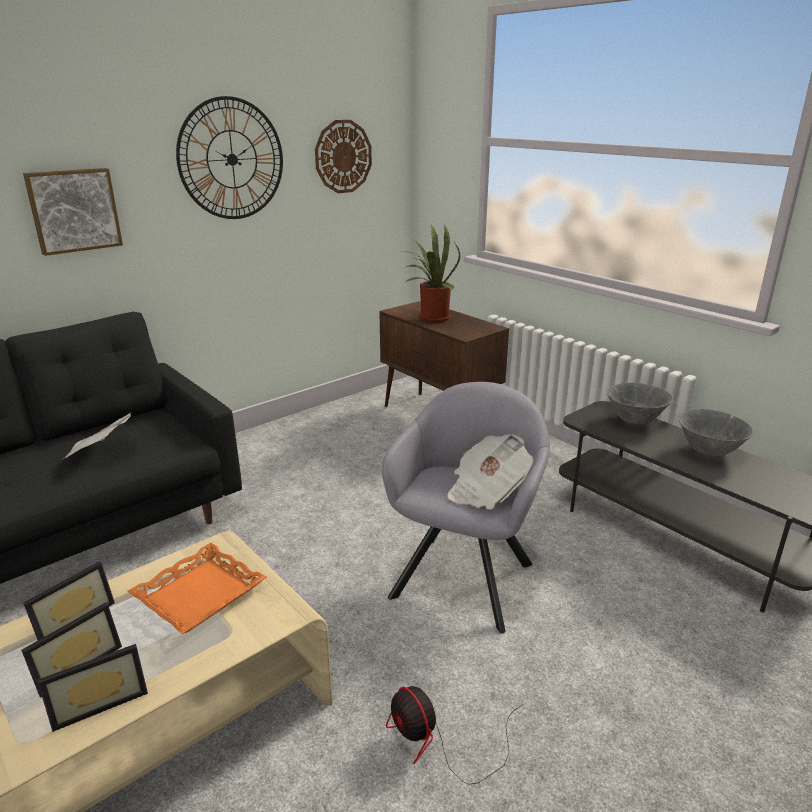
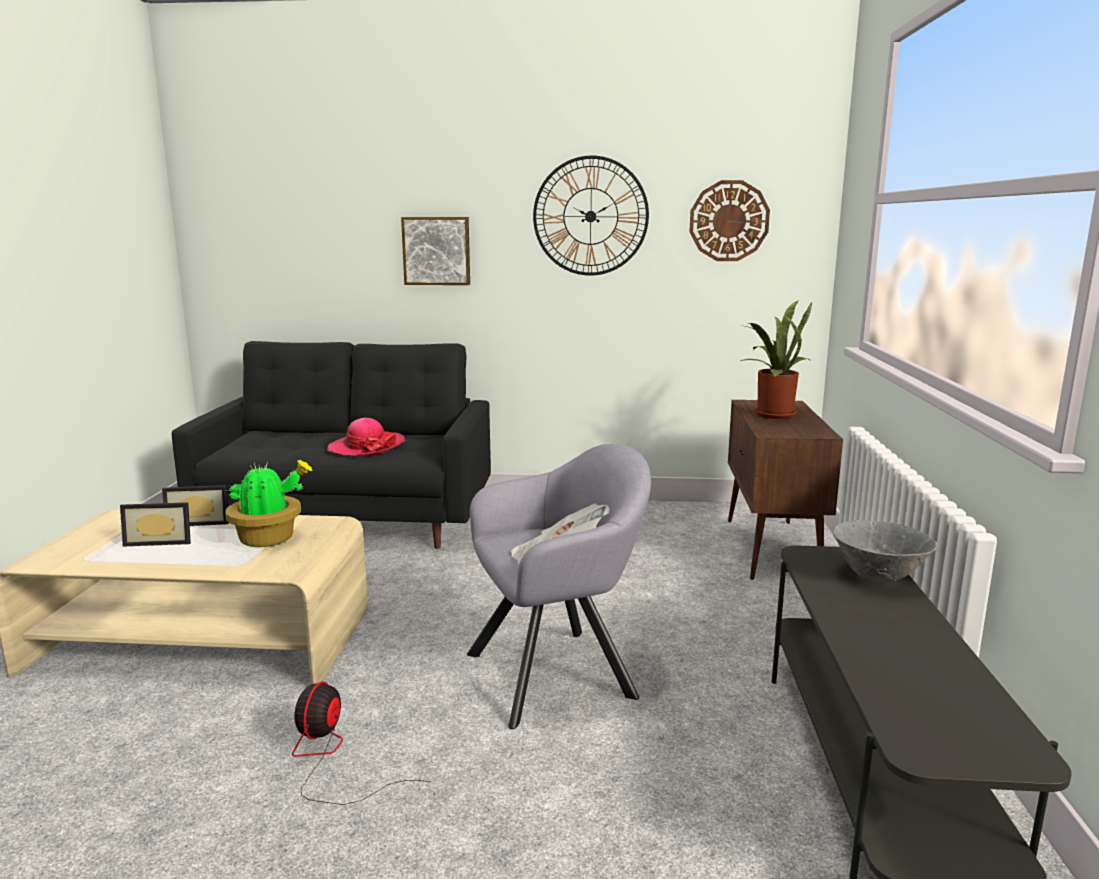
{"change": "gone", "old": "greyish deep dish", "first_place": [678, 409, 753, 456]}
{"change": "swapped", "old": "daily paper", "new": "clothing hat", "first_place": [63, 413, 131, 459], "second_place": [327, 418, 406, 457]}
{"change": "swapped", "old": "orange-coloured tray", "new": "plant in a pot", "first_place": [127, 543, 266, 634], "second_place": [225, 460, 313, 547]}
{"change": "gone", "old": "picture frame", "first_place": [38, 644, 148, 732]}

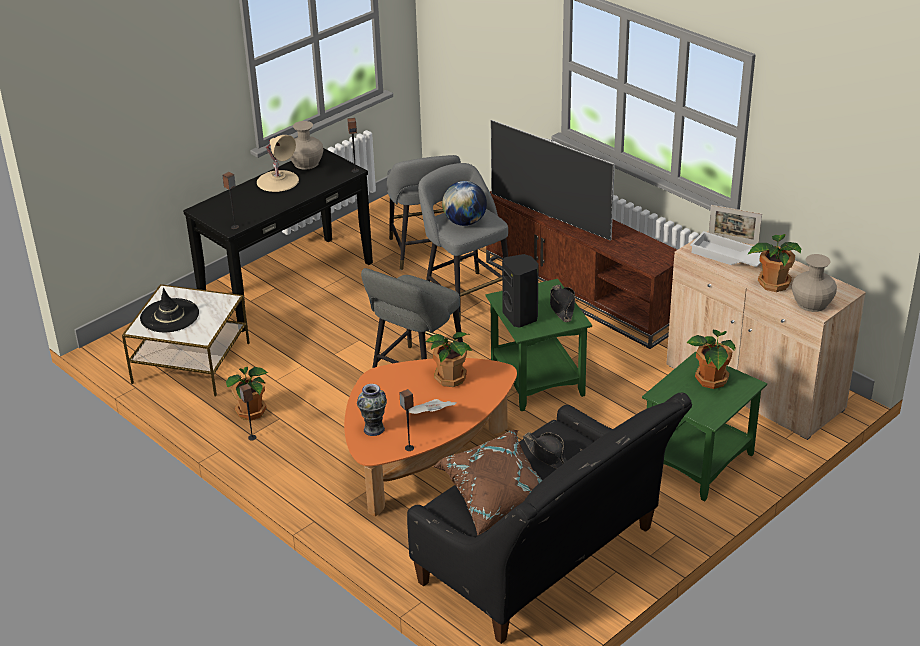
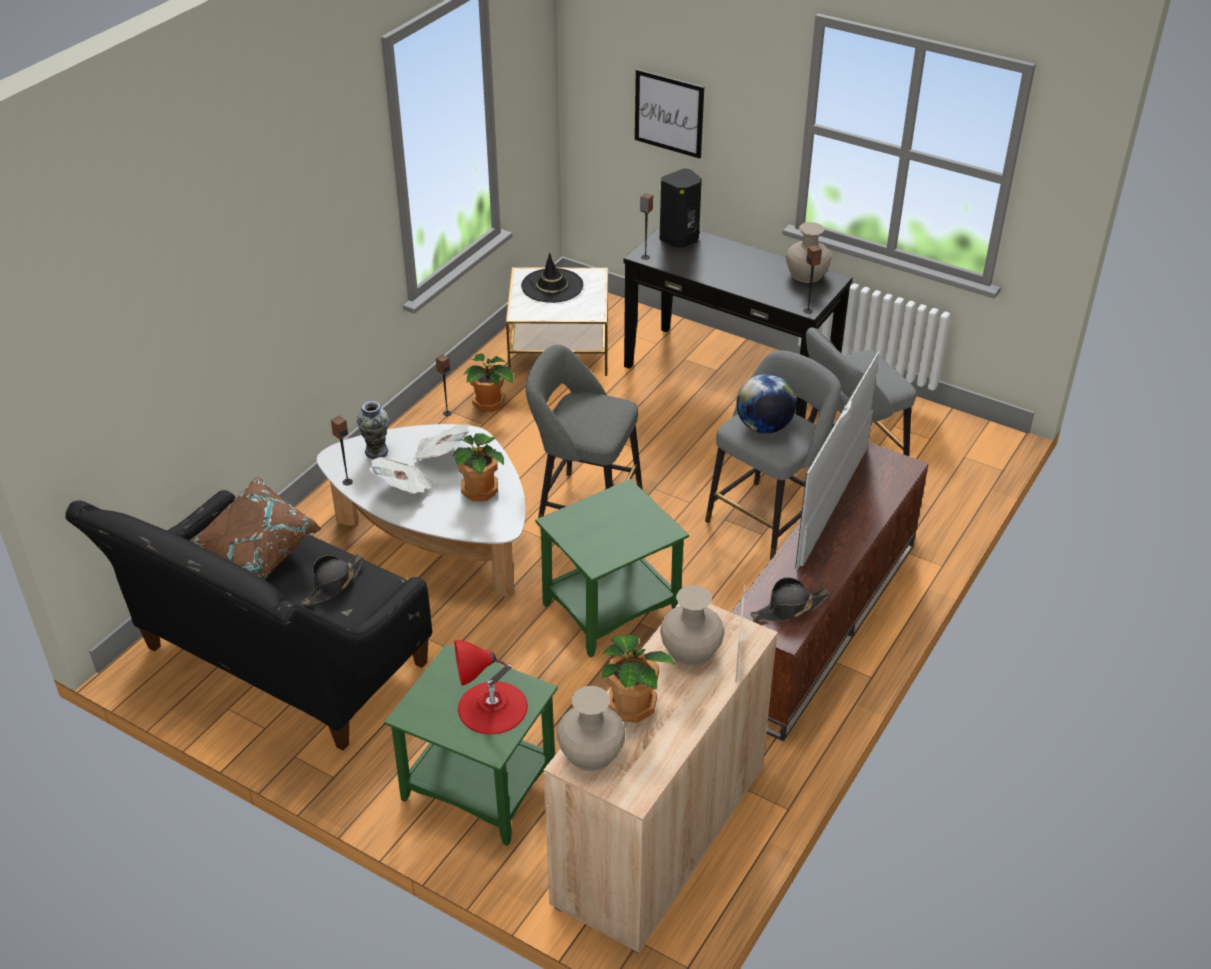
{"change": "gone", "old": "sand-coloured lamp for a table", "first_place": [257, 135, 299, 192]}
{"change": "swapped", "old": "white tray", "new": "sand-coloured flower vase", "first_place": [690, 231, 761, 267], "second_place": [660, 585, 724, 666]}
{"change": "shifted", "old": "blackish speaker", "first_place": [502, 254, 538, 327], "second_place": [660, 168, 702, 248]}
{"change": "shifted", "old": "blackish clothing hat", "first_place": [550, 285, 575, 322], "second_place": [750, 577, 829, 621]}
{"change": "swapped", "old": "plant in a pot", "new": "red-coloured lamp for a table", "first_place": [687, 330, 736, 389], "second_place": [454, 640, 528, 735]}
{"change": "repainted", "old": "orange-coloured low table", "new": "white low table", "first_place": [344, 358, 517, 516], "second_place": [317, 424, 526, 597]}
{"change": "new", "new": "picture", "second_place": [635, 69, 704, 159]}
{"change": "new", "new": "daily paper", "second_place": [413, 424, 469, 460]}

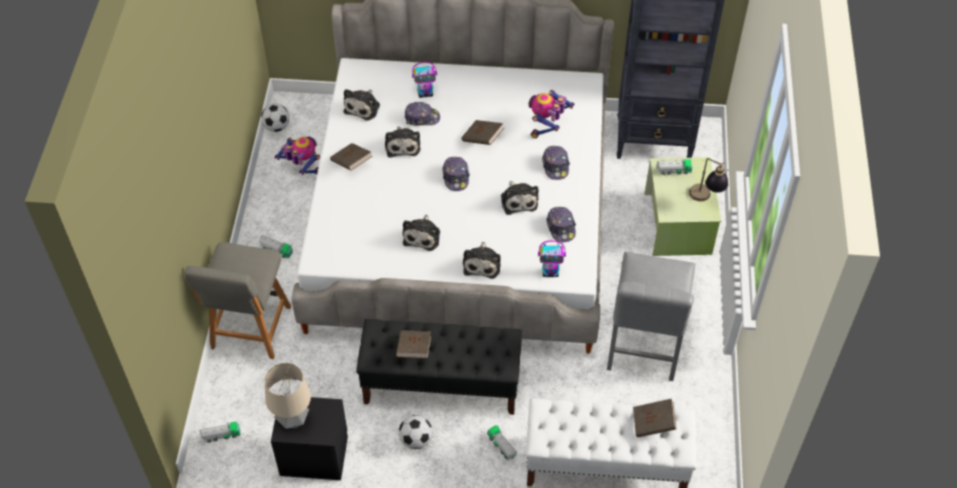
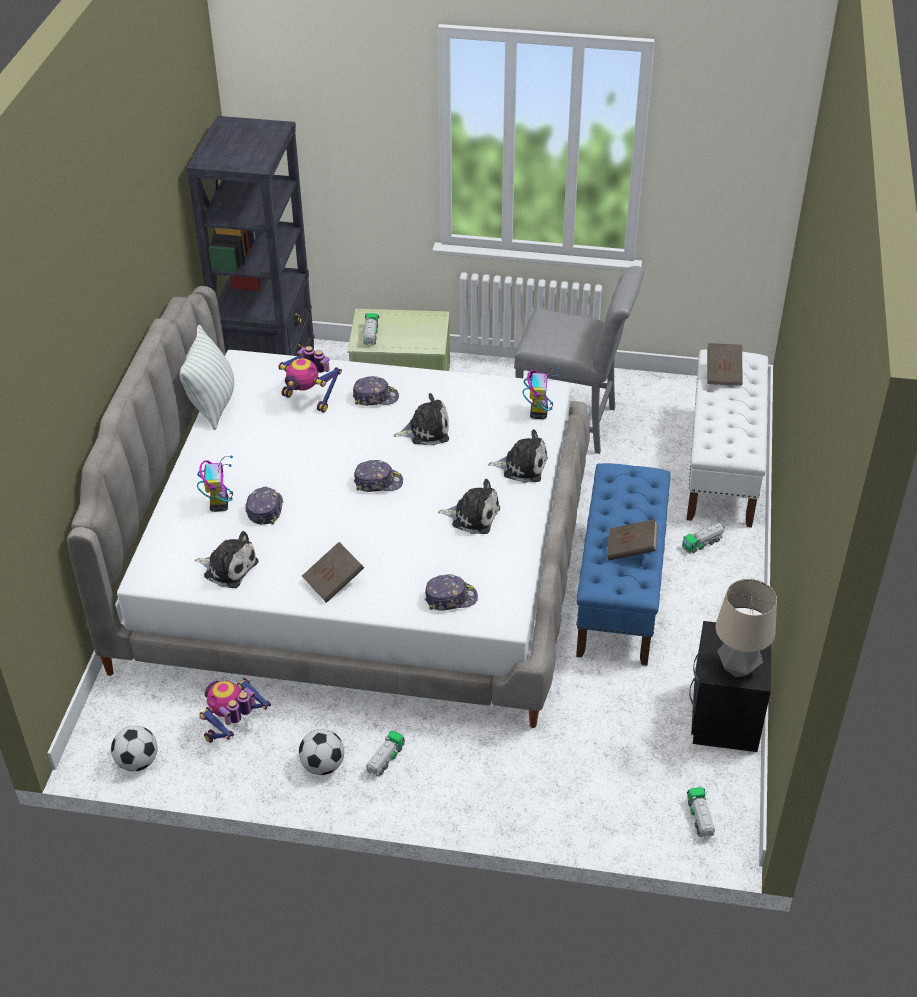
{"change": "gone", "old": "brown book", "first_place": [461, 120, 505, 145]}
{"change": "gone", "old": "soft toy", "first_place": [385, 126, 420, 158]}
{"change": "gone", "old": "lamp for a table", "first_place": [689, 158, 728, 201]}
{"change": "shifted", "old": "baseball cap", "first_place": [546, 207, 576, 242], "second_place": [425, 574, 478, 611]}
{"change": "gone", "old": "greyish upright chair", "first_place": [184, 242, 291, 359]}
{"change": "repainted", "old": "blackish long seat", "new": "bluish long seat", "first_place": [356, 319, 522, 415], "second_place": [576, 463, 670, 666]}
{"change": "shifted", "old": "football ball", "first_place": [399, 415, 432, 449], "second_place": [299, 729, 344, 775]}
{"change": "new", "new": "cushion", "second_place": [180, 325, 234, 430]}

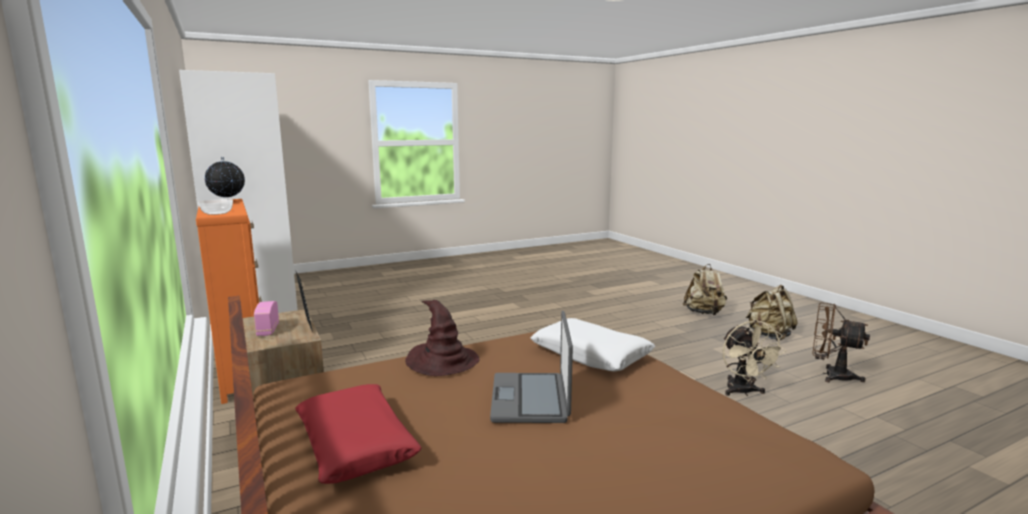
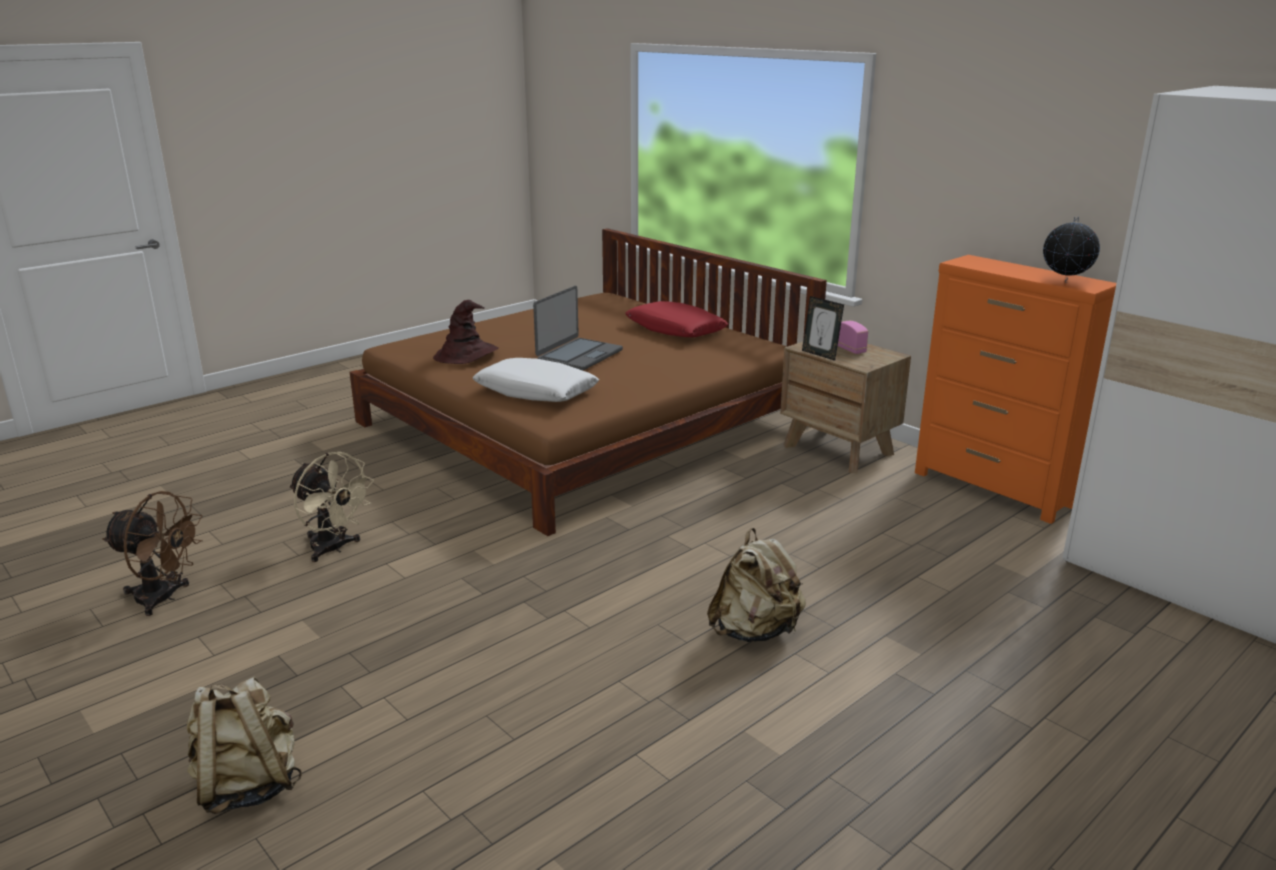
{"change": "gone", "old": "deep dish", "first_place": [198, 199, 233, 215]}
{"change": "shifted", "old": "sand-coloured rucksack", "first_place": [746, 285, 798, 341], "second_place": [707, 528, 806, 642]}
{"change": "shifted", "old": "brown clothing hat", "first_place": [405, 300, 480, 376], "second_place": [433, 300, 499, 364]}
{"change": "rotated", "old": "notebook computer", "first_place": [490, 311, 573, 423], "second_place": [533, 286, 623, 371], "degrees": 45}
{"change": "rotated", "old": "sand-coloured electric fan", "first_place": [723, 320, 787, 396], "second_place": [289, 452, 374, 562], "degrees": 150}

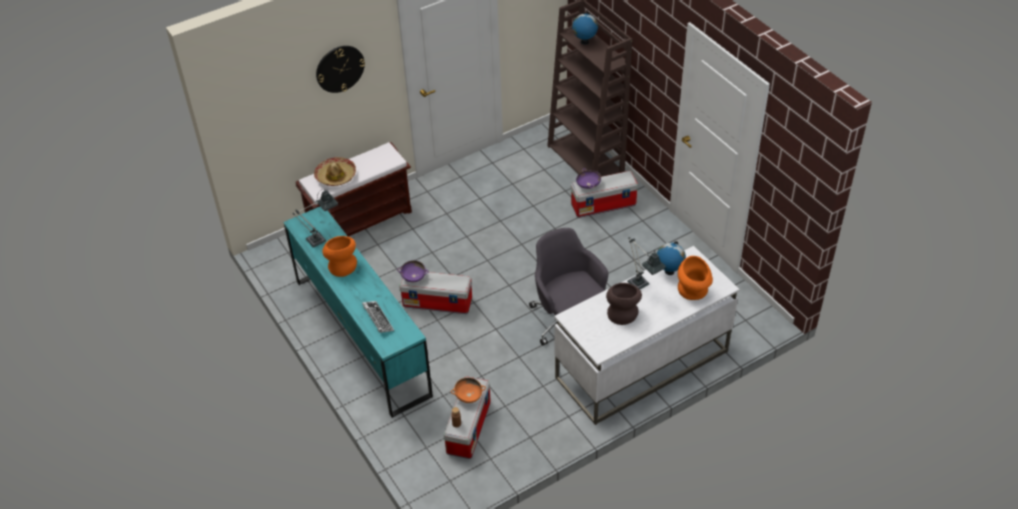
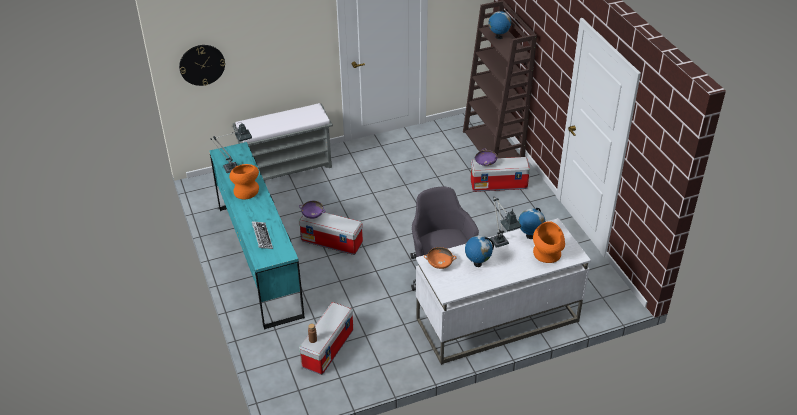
{"change": "shifted", "old": "wall clock", "first_place": [316, 46, 365, 93], "second_place": [179, 45, 225, 86]}
{"change": "repainted", "old": "brown long seat", "new": "greyish long seat", "first_place": [296, 142, 412, 237], "second_place": [233, 103, 333, 180]}
{"change": "gone", "old": "clothing hat", "first_place": [314, 157, 356, 186]}
{"change": "swapped", "old": "brown flower vase", "new": "world globe", "first_place": [606, 283, 642, 325], "second_place": [465, 236, 494, 267]}
{"change": "shifted", "old": "orange-coloured deep dish", "first_place": [451, 378, 486, 403], "second_place": [424, 247, 457, 269]}

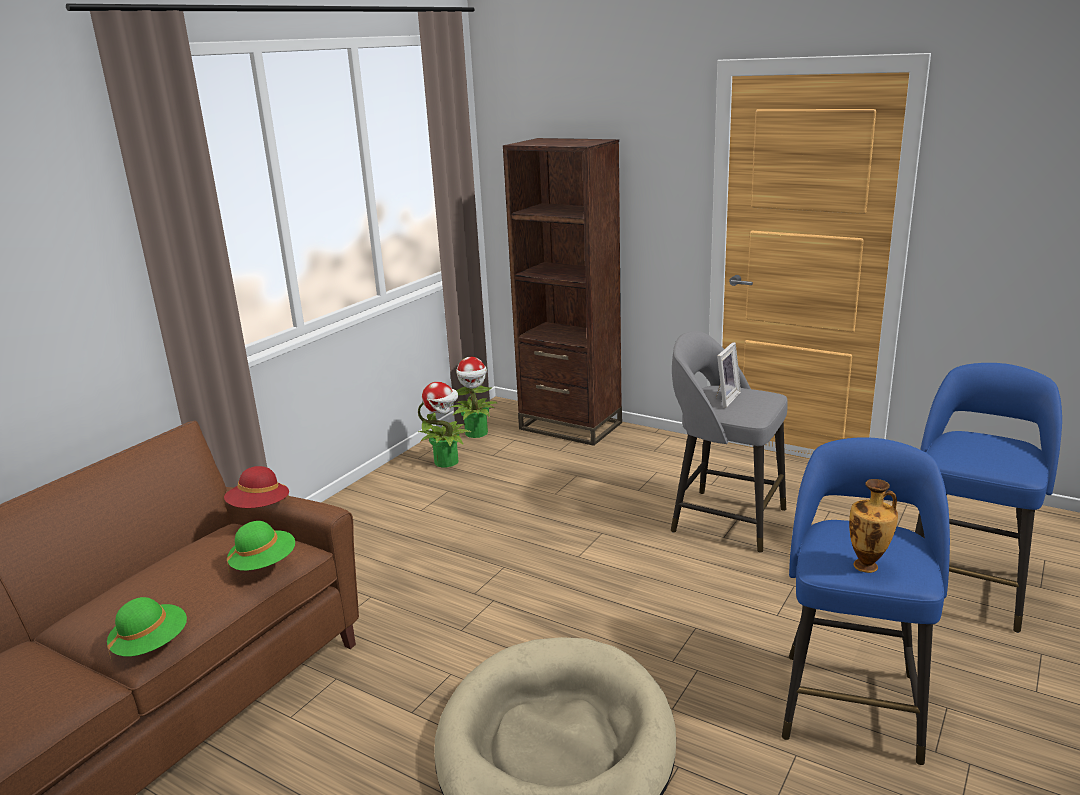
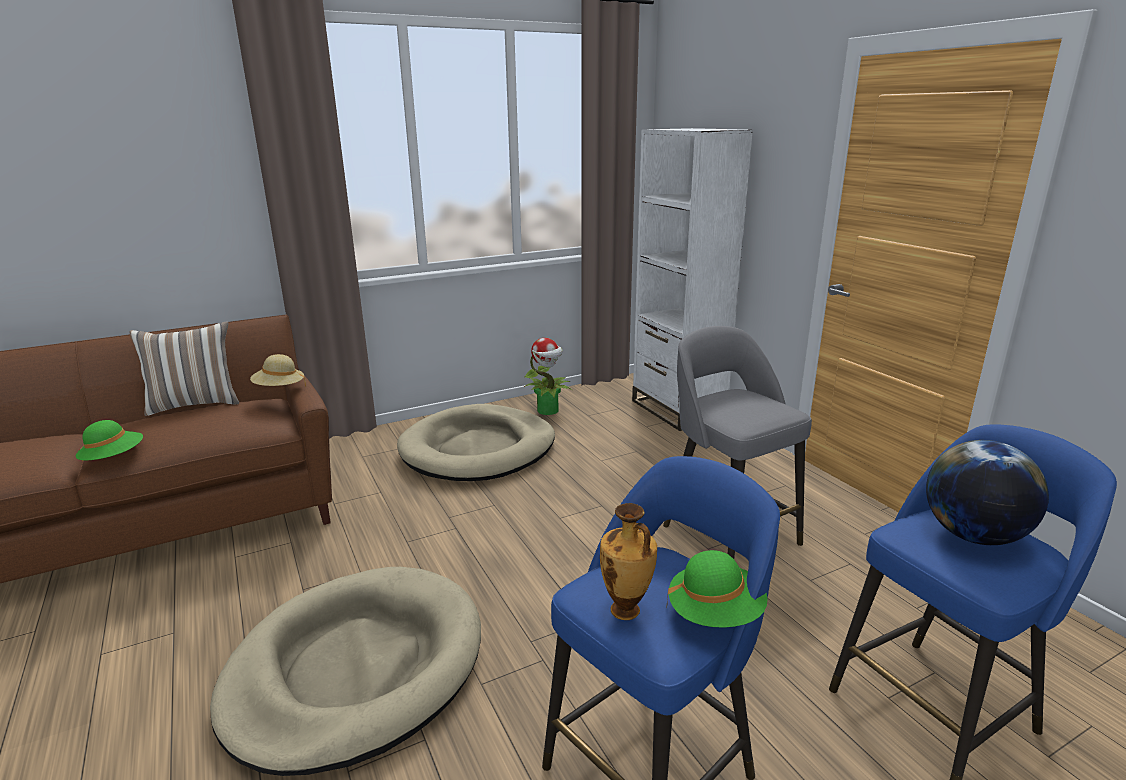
{"change": "repainted", "old": "brown shelving unit", "new": "white shelving unit", "first_place": [503, 138, 622, 446], "second_place": [632, 128, 753, 431]}
{"change": "gone", "old": "picture frame", "first_place": [716, 342, 741, 408]}
{"change": "gone", "old": "plant in a pot", "first_place": [450, 357, 497, 438]}
{"change": "repainted", "old": "red-coloured clothing hat", "new": "sand-coloured clothing hat", "first_place": [224, 466, 289, 508], "second_place": [250, 354, 306, 387]}
{"change": "shifted", "old": "green-coloured clothing hat", "first_place": [227, 521, 295, 571], "second_place": [666, 550, 767, 628]}
{"change": "new", "new": "cushion", "second_place": [129, 321, 239, 416]}
{"change": "new", "new": "sand-coloured pet bed", "second_place": [397, 404, 555, 481]}
{"change": "new", "new": "world globe", "second_place": [926, 440, 1049, 545]}

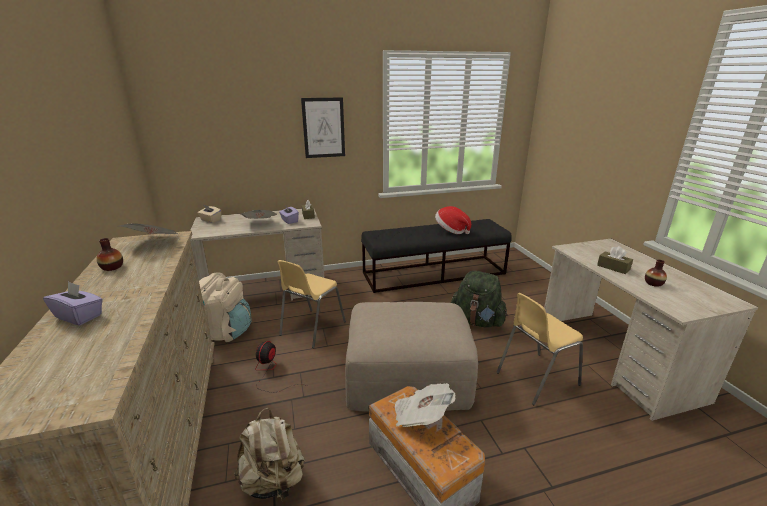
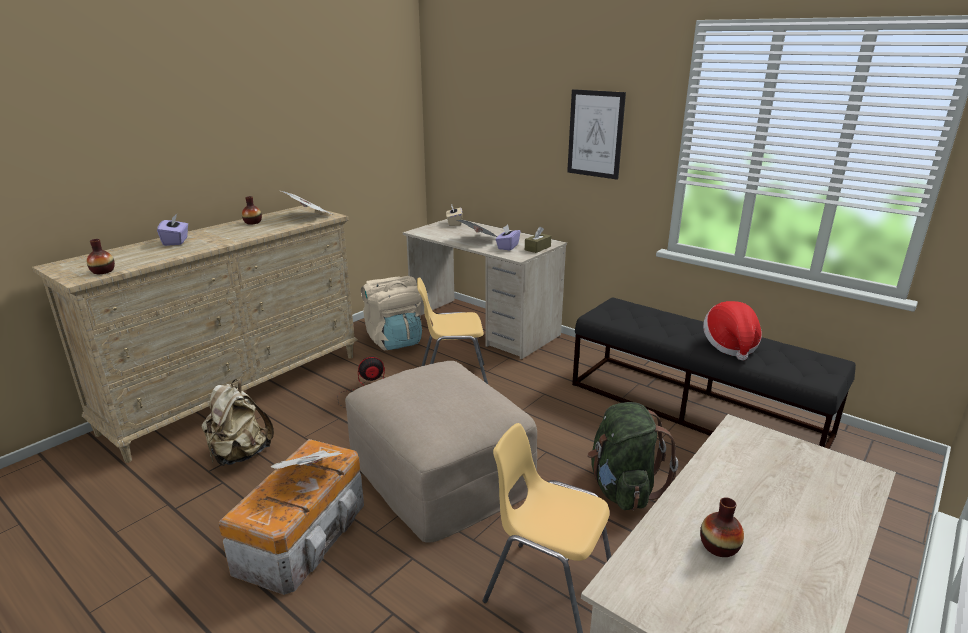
{"change": "gone", "old": "brown tissue holder", "first_place": [597, 246, 633, 274]}
{"change": "new", "new": "flower vase", "second_place": [87, 239, 115, 274]}

